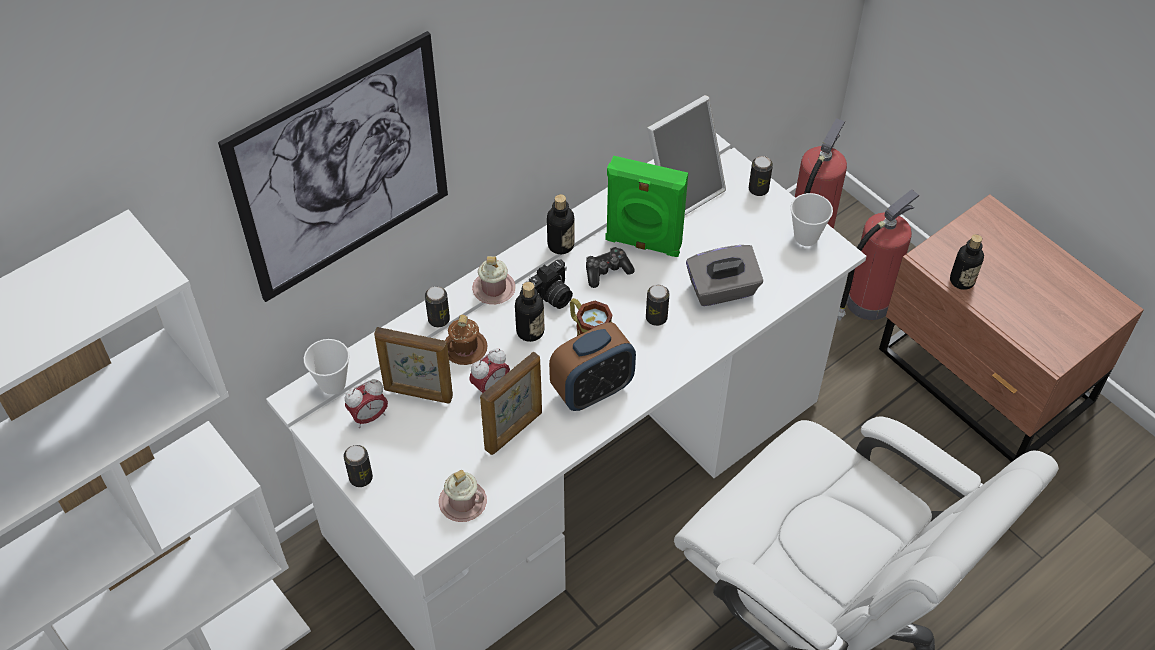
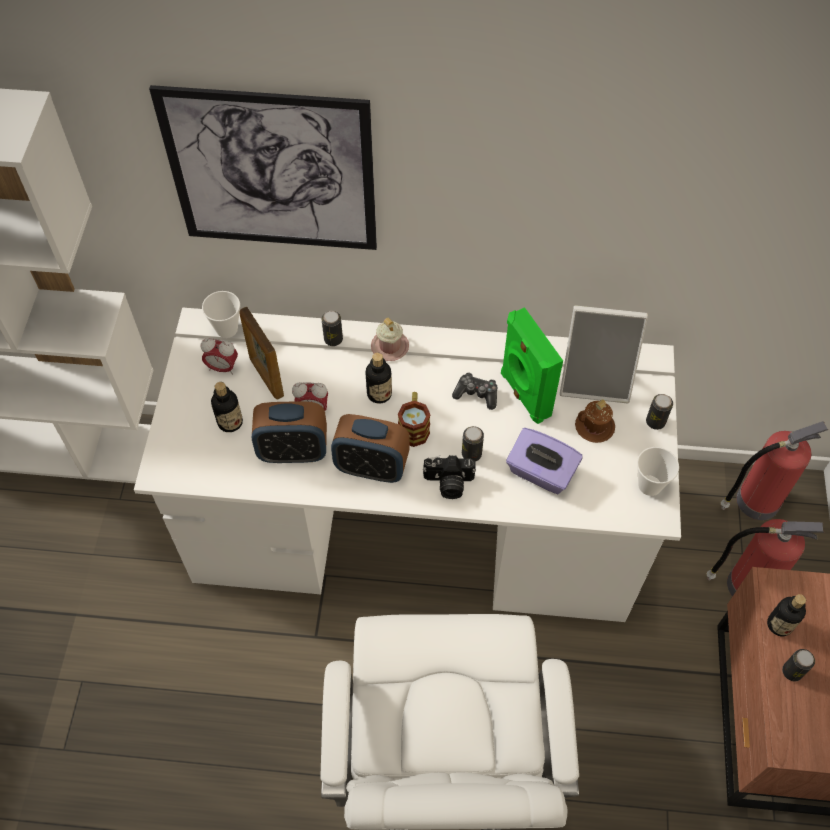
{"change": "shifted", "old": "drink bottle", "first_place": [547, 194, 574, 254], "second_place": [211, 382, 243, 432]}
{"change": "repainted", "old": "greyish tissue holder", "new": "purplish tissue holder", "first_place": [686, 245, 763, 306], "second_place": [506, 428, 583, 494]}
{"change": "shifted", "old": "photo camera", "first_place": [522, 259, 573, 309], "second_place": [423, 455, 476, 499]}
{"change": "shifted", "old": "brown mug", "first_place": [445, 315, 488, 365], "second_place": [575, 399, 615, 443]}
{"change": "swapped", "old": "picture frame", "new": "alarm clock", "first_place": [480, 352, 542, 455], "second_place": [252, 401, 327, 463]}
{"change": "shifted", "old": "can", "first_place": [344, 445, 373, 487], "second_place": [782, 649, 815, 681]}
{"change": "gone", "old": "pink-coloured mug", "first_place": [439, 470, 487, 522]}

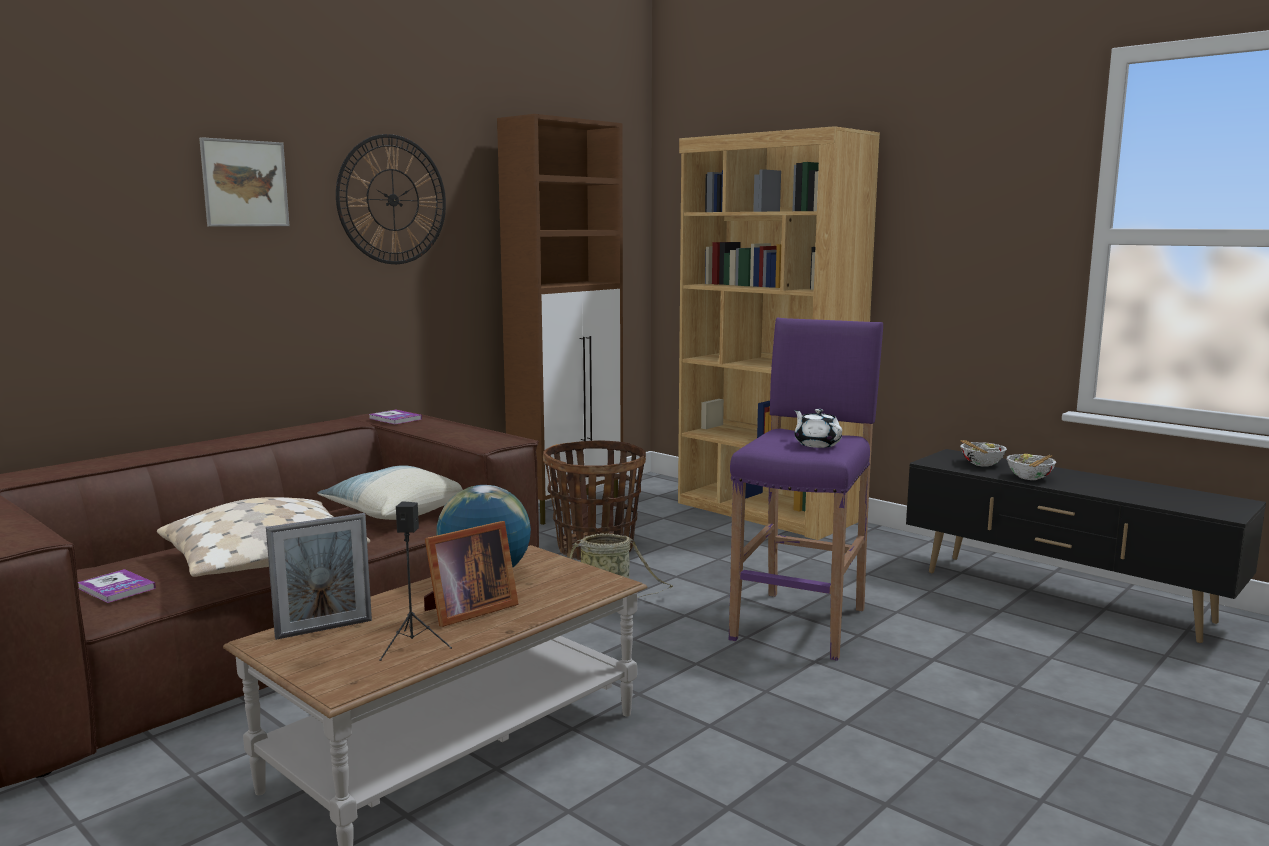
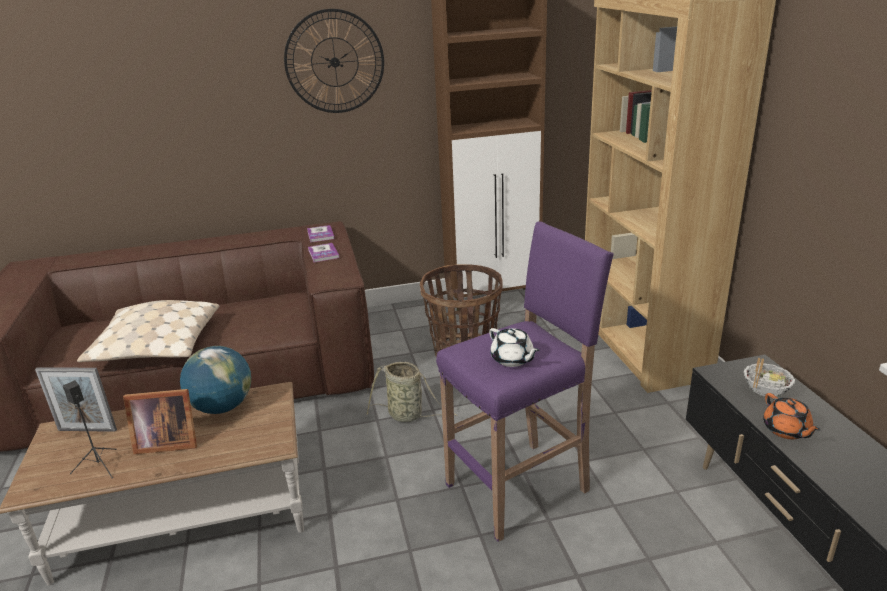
{"change": "gone", "old": "picture", "first_place": [199, 137, 289, 227]}
{"change": "rotated", "old": "white pot for tea", "first_place": [794, 409, 842, 448], "second_place": [489, 328, 539, 367], "degrees": 135}
{"change": "swapped", "old": "deep dish", "new": "orange-coloured pot for tea", "first_place": [1006, 453, 1057, 480], "second_place": [763, 393, 820, 439]}
{"change": "gone", "old": "cushion", "first_place": [317, 465, 463, 520]}
{"change": "shifted", "old": "book", "first_place": [78, 569, 156, 603], "second_place": [308, 243, 340, 262]}

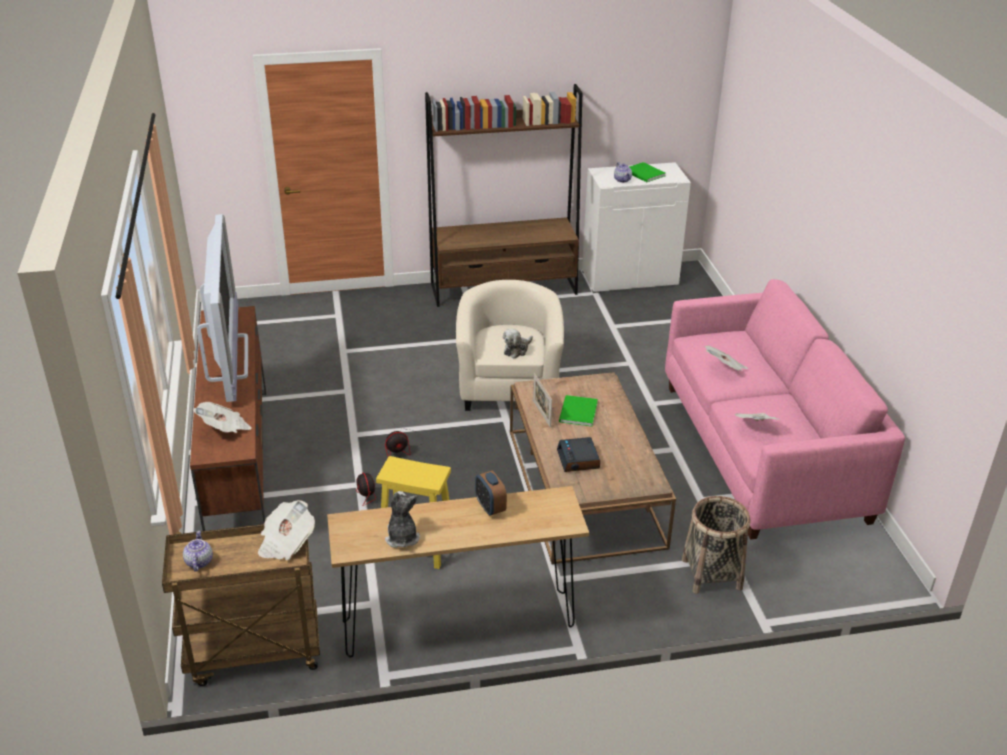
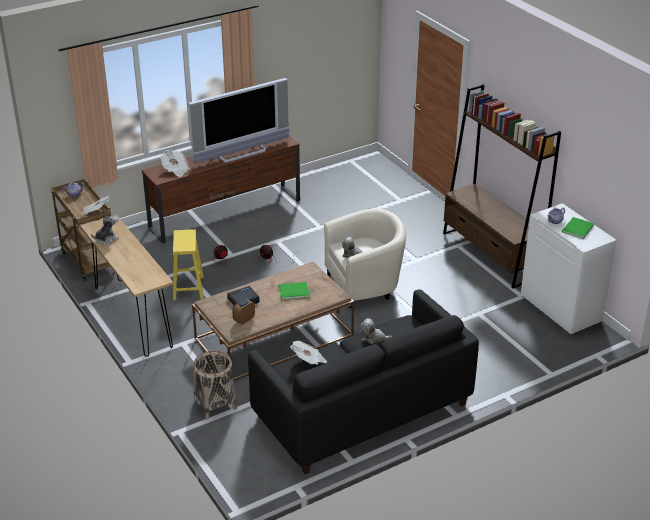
{"change": "repainted", "old": "pink-coloured settee", "new": "blackish settee", "first_place": [665, 279, 905, 540], "second_place": [248, 289, 479, 474]}
{"change": "swapped", "old": "daily paper", "new": "soft toy", "first_place": [705, 346, 749, 371], "second_place": [360, 318, 393, 344]}
{"change": "gone", "old": "picture frame", "first_place": [533, 374, 552, 427]}
{"change": "shifted", "old": "alarm clock", "first_place": [475, 471, 507, 516], "second_place": [232, 299, 255, 325]}

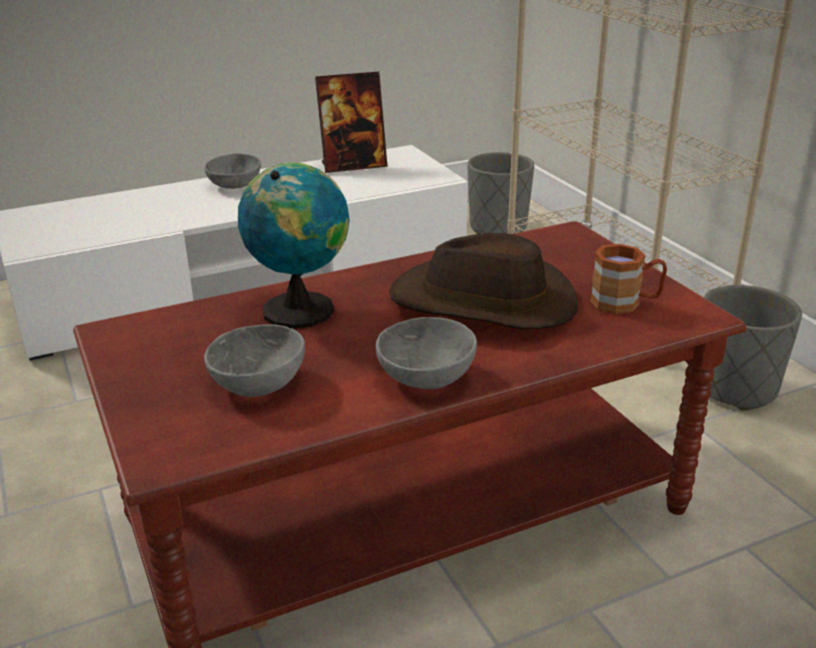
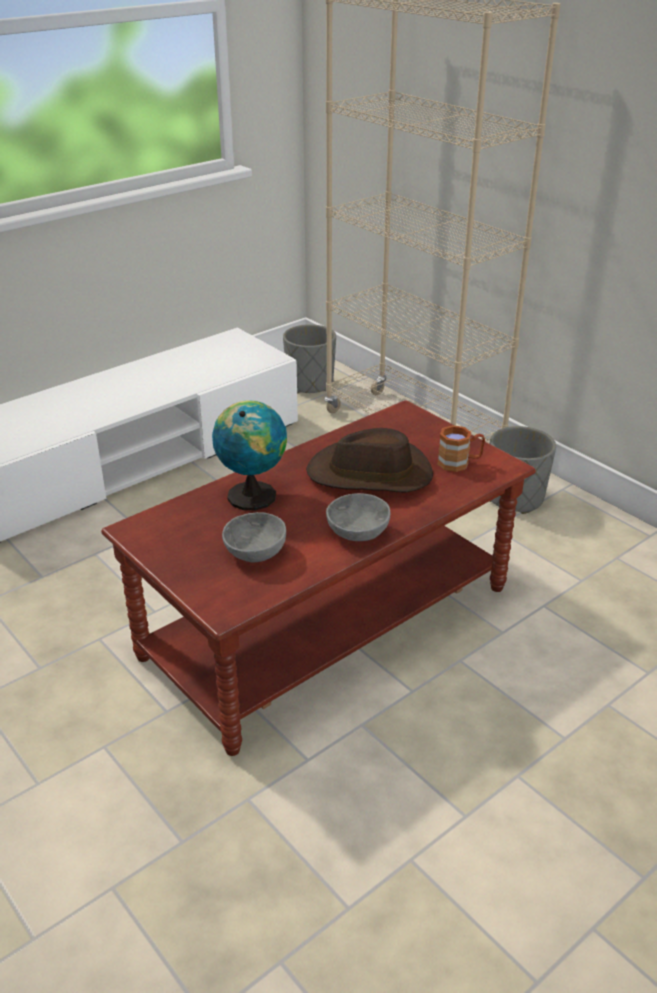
{"change": "gone", "old": "picture frame", "first_place": [315, 72, 388, 173]}
{"change": "gone", "old": "greyish deep dish", "first_place": [205, 153, 261, 189]}

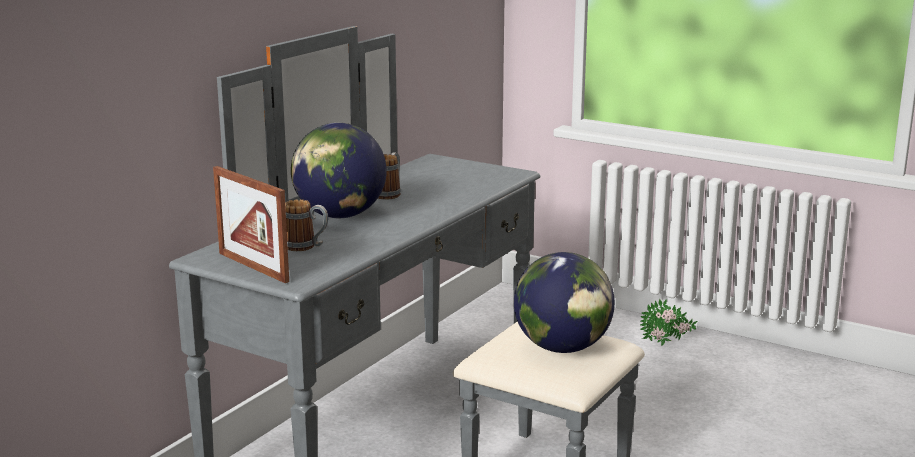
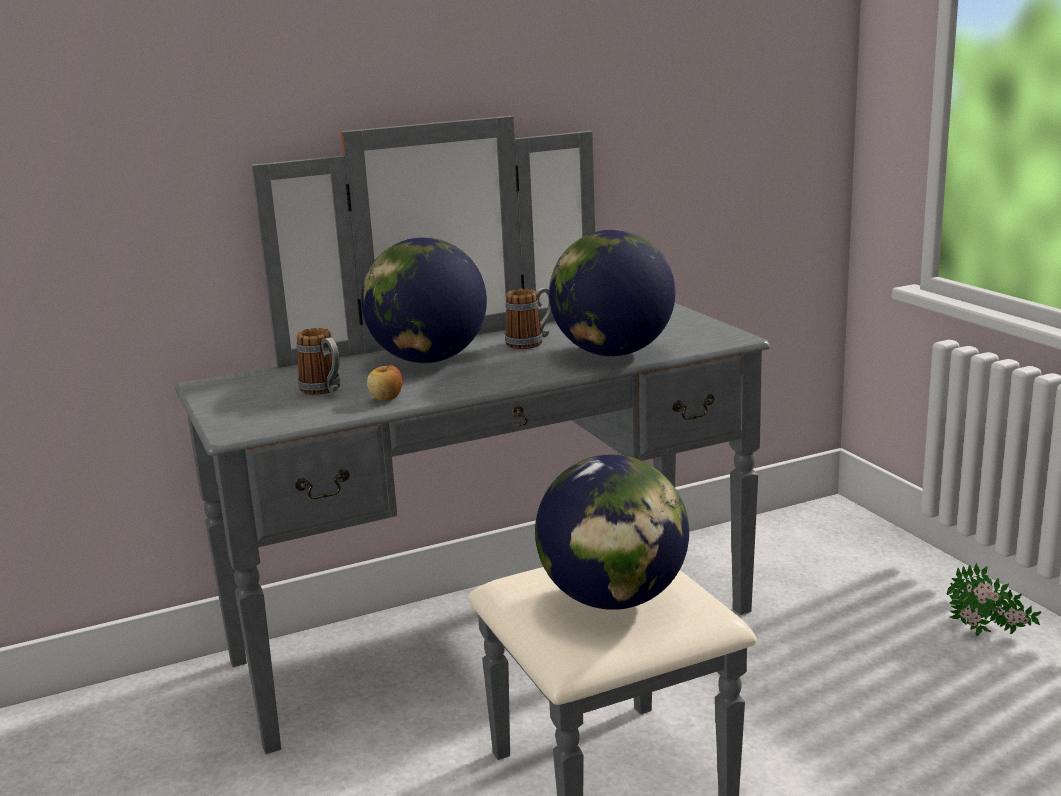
{"change": "gone", "old": "picture frame", "first_place": [213, 166, 289, 283]}
{"change": "new", "new": "world globe", "second_place": [549, 229, 675, 357]}
{"change": "new", "new": "whole apple", "second_place": [367, 364, 403, 401]}

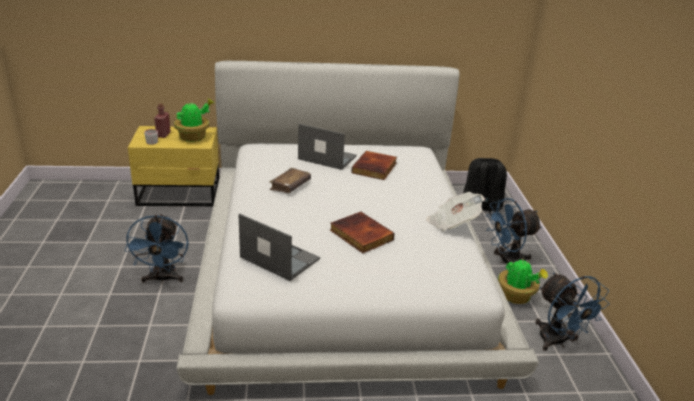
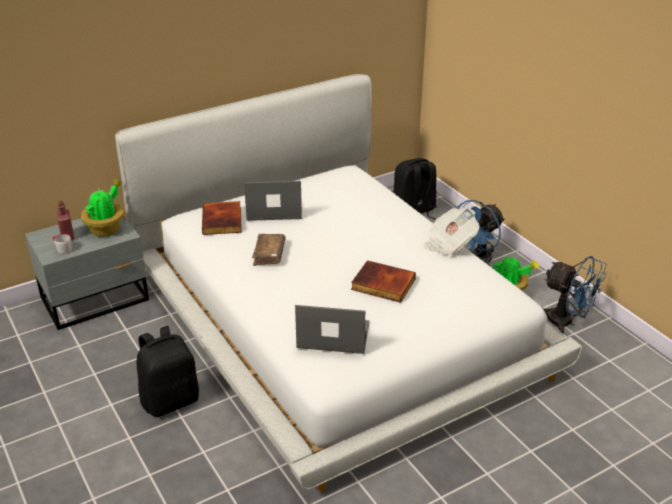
{"change": "repainted", "old": "yellow-coloured nightstand", "new": "greyish nightstand", "first_place": [128, 126, 219, 206], "second_place": [25, 216, 149, 330]}
{"change": "shifted", "old": "book", "first_place": [351, 151, 397, 180], "second_place": [202, 201, 242, 235]}
{"change": "swapped", "old": "bluish electric fan", "new": "blackish rucksack", "first_place": [125, 214, 189, 284], "second_place": [137, 326, 199, 417]}

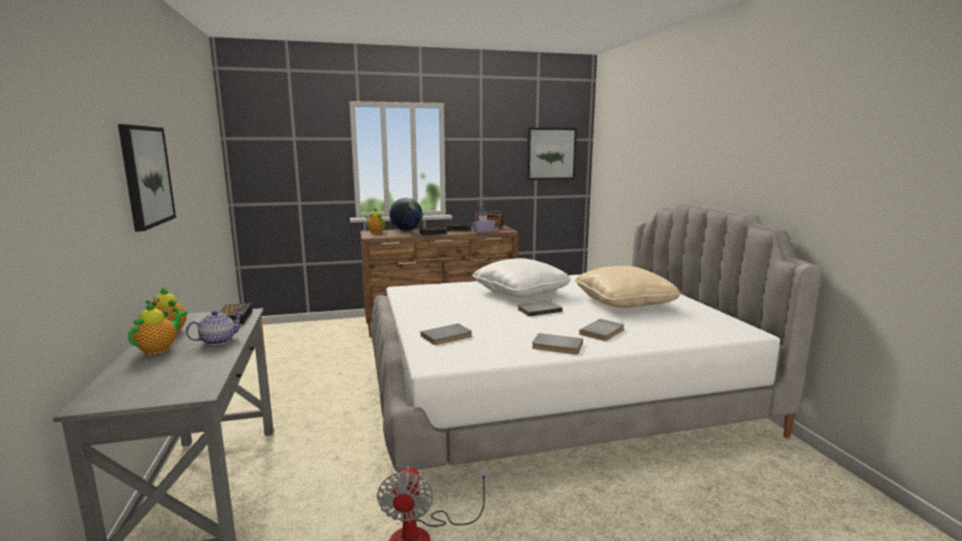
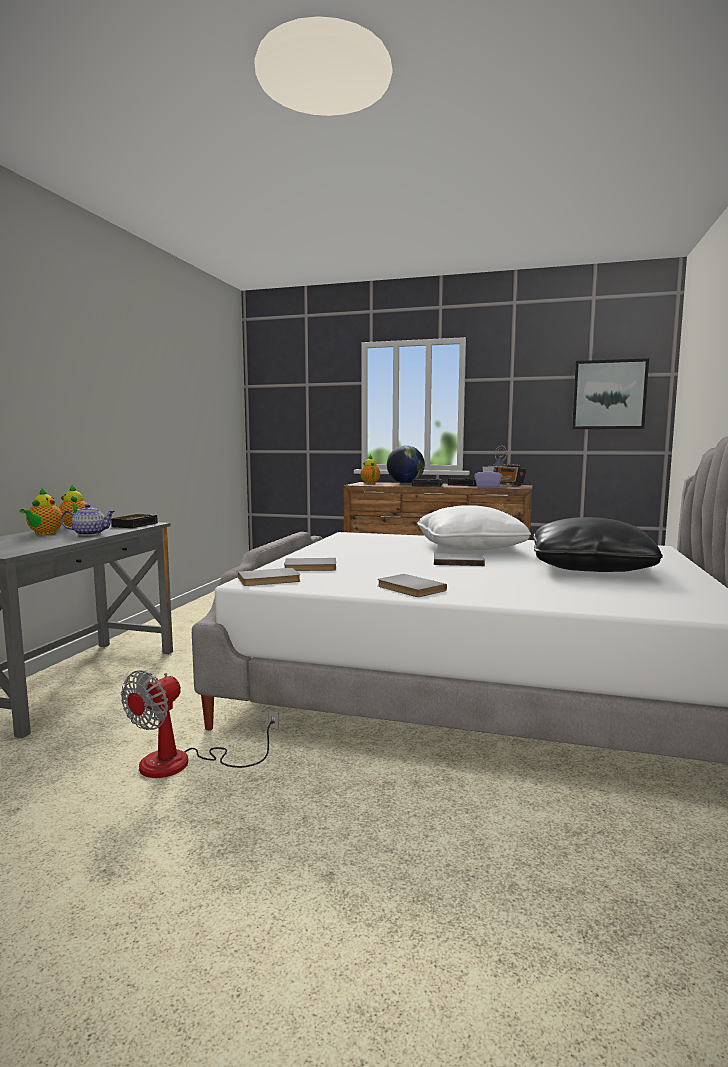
{"change": "gone", "old": "picture", "first_place": [118, 124, 176, 232]}
{"change": "repainted", "old": "sand-coloured cushion", "new": "blackish cushion", "first_place": [575, 266, 681, 308], "second_place": [533, 517, 663, 572]}
{"change": "rotated", "old": "pot for tea", "first_place": [128, 301, 188, 355], "second_place": [19, 488, 62, 535], "degrees": 135}
{"change": "shifted", "old": "greyish book", "first_place": [579, 319, 624, 341], "second_place": [238, 568, 300, 586]}

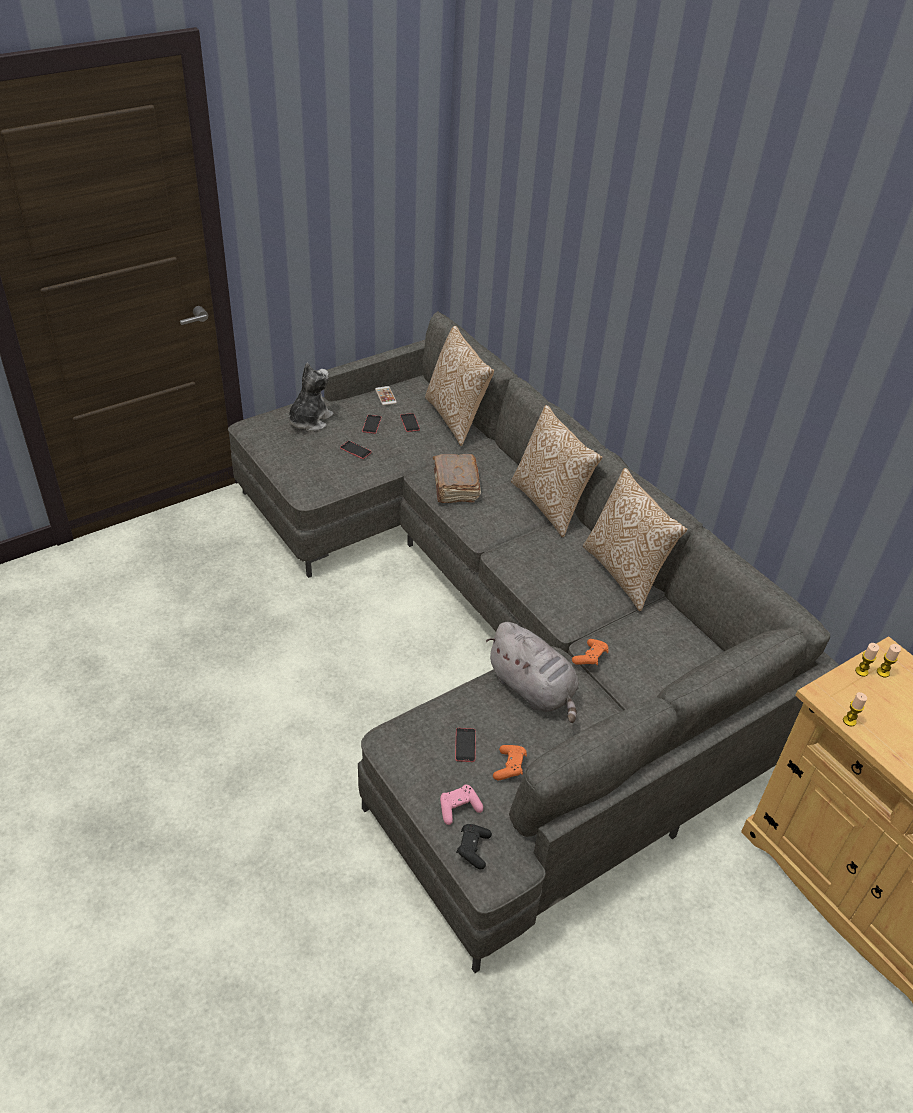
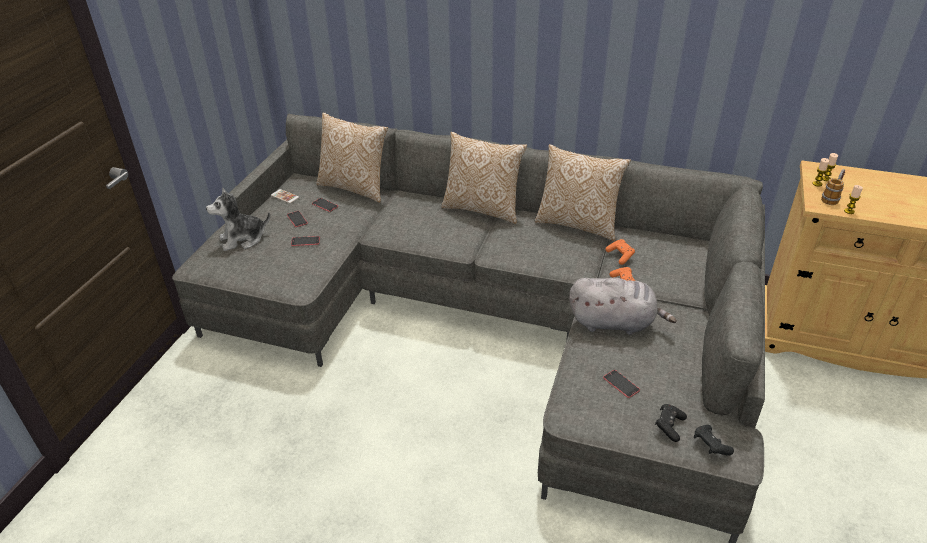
{"change": "rotated", "old": "soft toy", "first_place": [289, 363, 333, 432], "second_place": [206, 187, 270, 251], "degrees": -105}
{"change": "gone", "old": "brown book", "first_place": [433, 454, 481, 503]}
{"change": "shifted", "old": "orange-coloured gamepad", "first_place": [493, 745, 527, 781], "second_place": [605, 239, 635, 265]}
{"change": "repainted", "old": "pink-coloured gamepad", "new": "blackish gamepad", "first_place": [440, 784, 483, 825], "second_place": [655, 404, 687, 442]}
{"change": "new", "new": "mug", "second_place": [821, 169, 845, 205]}

